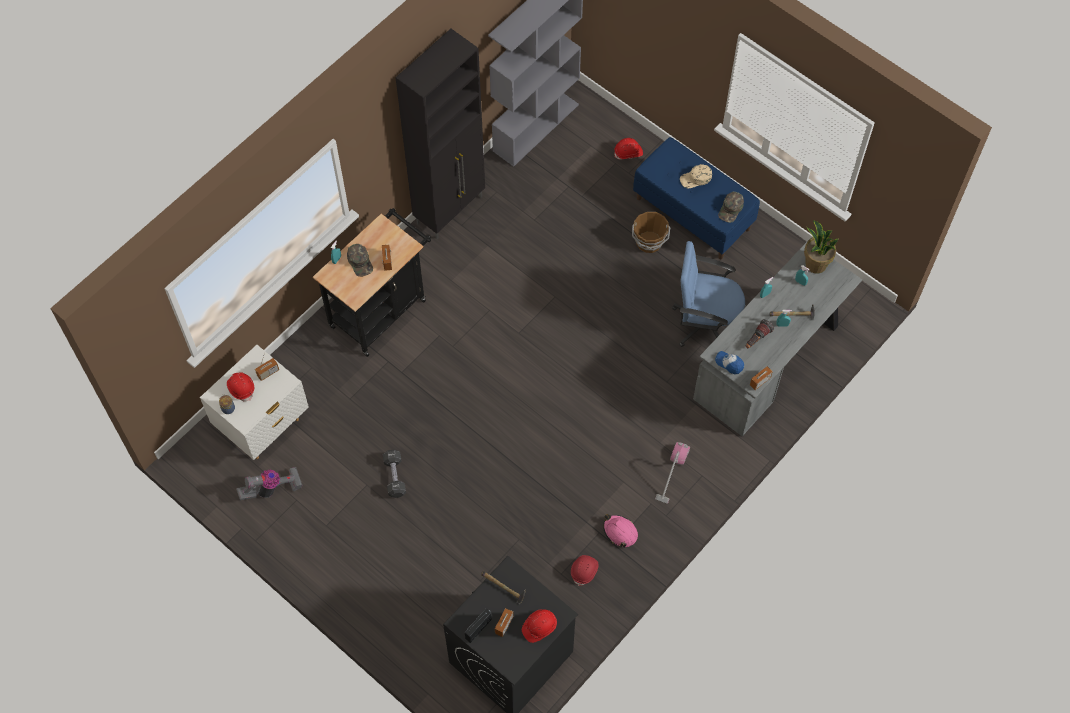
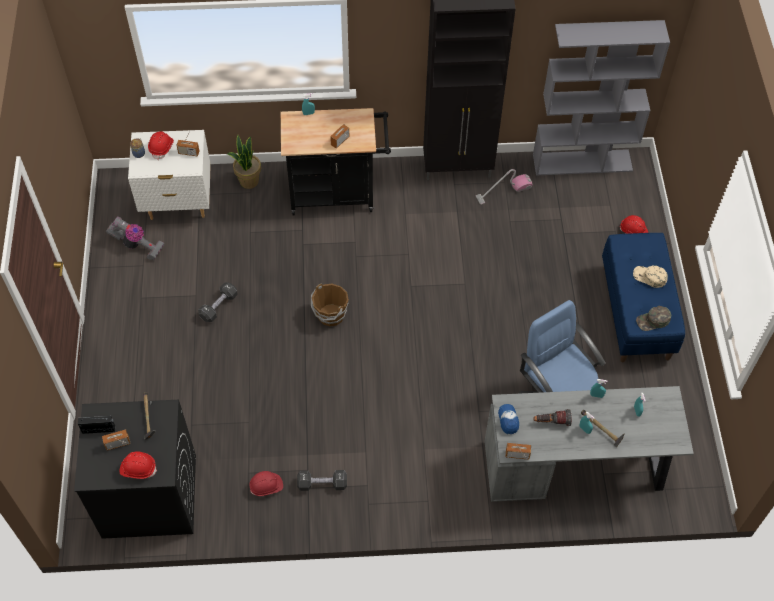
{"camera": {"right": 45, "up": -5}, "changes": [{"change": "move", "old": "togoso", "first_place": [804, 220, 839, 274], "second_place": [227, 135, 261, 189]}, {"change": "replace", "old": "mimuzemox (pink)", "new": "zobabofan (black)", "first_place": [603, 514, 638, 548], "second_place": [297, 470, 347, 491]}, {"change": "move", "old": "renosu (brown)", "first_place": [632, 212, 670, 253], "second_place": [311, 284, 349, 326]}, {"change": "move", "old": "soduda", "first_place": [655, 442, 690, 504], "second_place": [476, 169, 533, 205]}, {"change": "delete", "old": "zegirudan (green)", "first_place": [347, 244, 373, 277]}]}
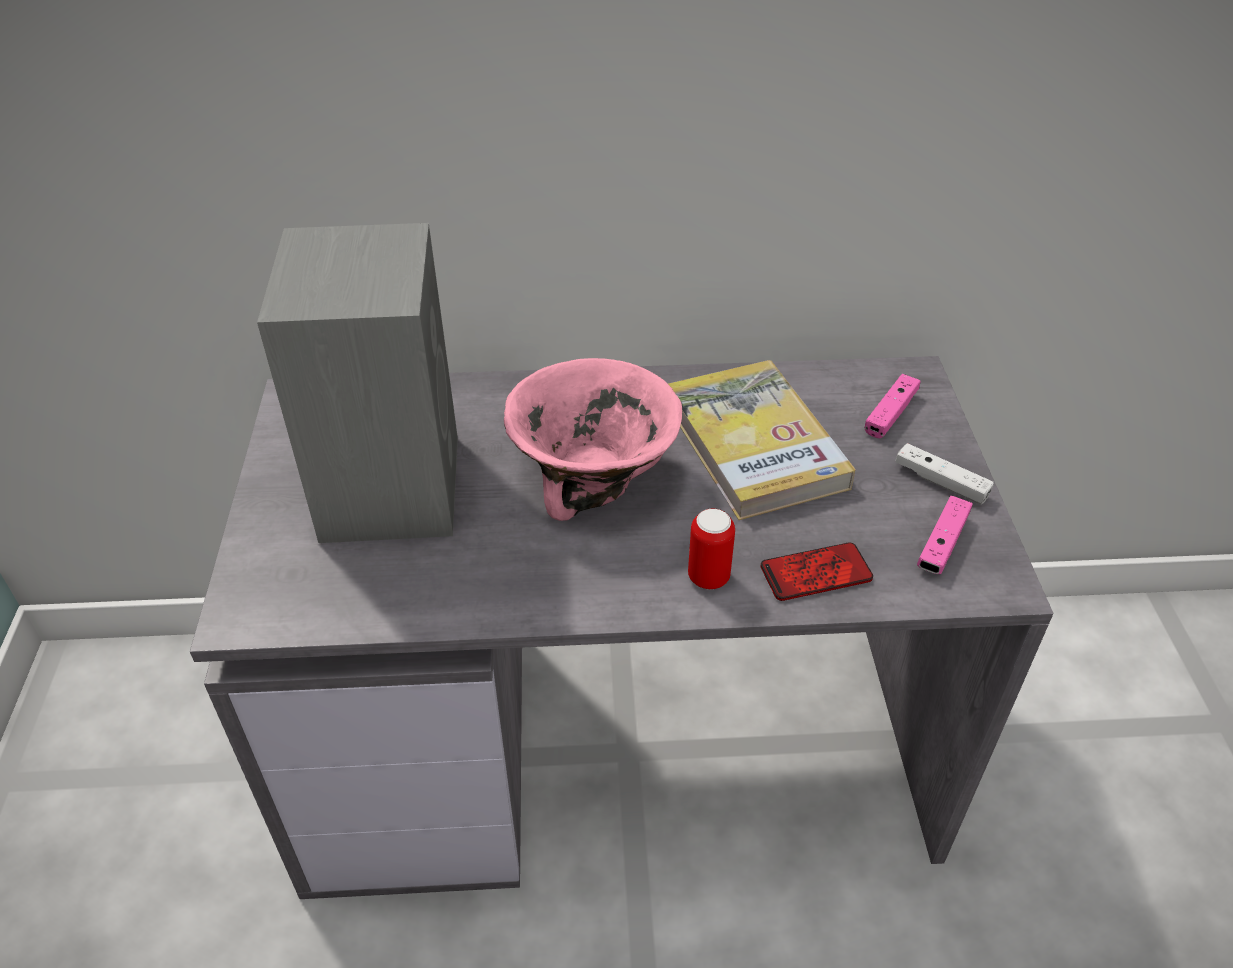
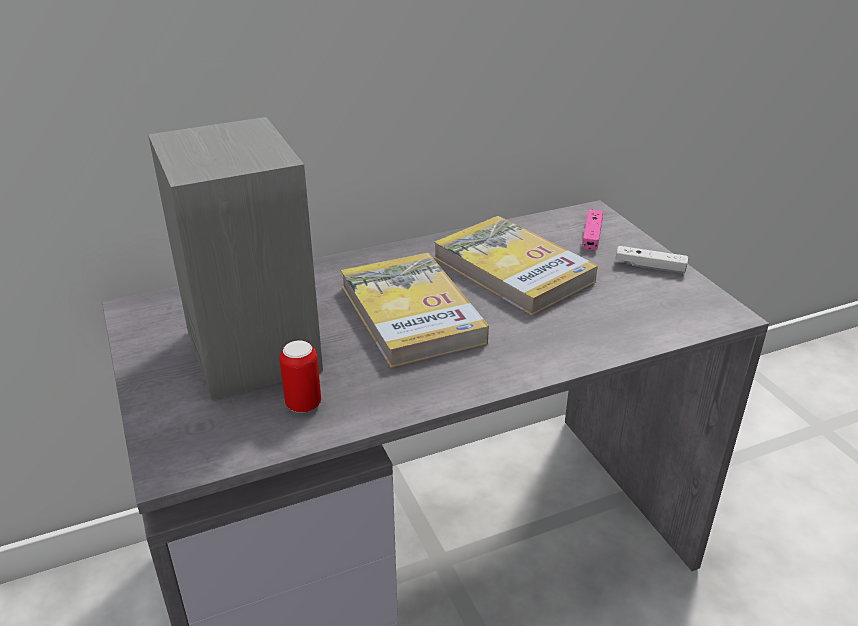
{"camera": {"right": -20, "up": -10}, "changes": [{"change": "move", "old": "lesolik", "first_place": [688, 508, 735, 589], "second_place": [279, 340, 321, 413]}, {"change": "replace", "old": "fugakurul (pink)", "new": "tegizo", "first_place": [504, 358, 682, 521], "second_place": [341, 253, 489, 368]}, {"change": "delete", "old": "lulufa", "first_place": [760, 542, 873, 601]}, {"change": "delete", "old": "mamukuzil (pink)", "first_place": [917, 496, 973, 574]}]}
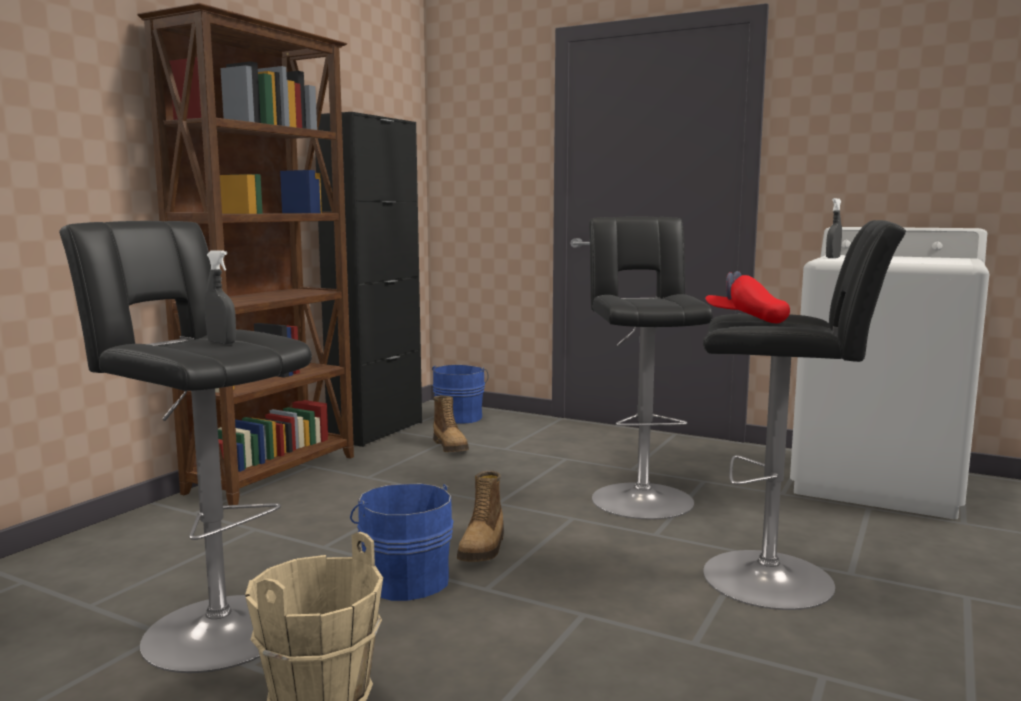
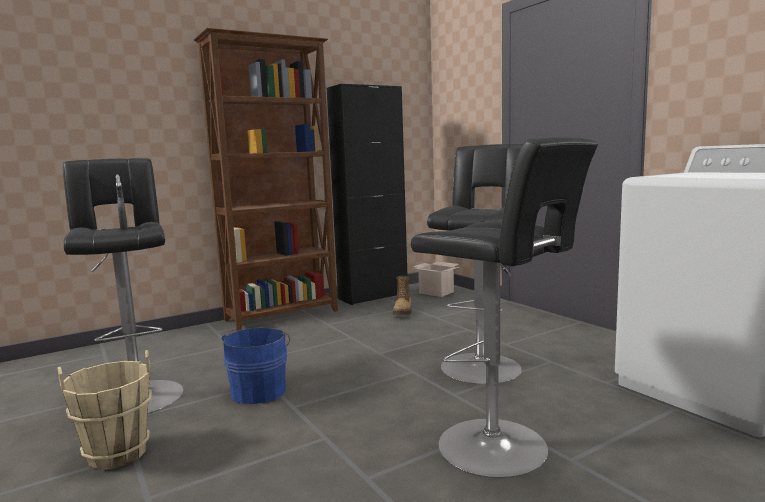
{"camera": {"right": 30, "up": 0}, "changes": [{"change": "replace", "old": "renosu (blue)", "new": "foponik", "first_place": [432, 365, 488, 424], "second_place": [412, 261, 459, 297]}, {"change": "delete", "old": "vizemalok", "first_place": [457, 471, 504, 562]}, {"change": "delete", "old": "zegirudan (red)", "first_place": [705, 271, 790, 323]}, {"change": "delete", "old": "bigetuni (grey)", "first_place": [826, 198, 842, 258]}]}
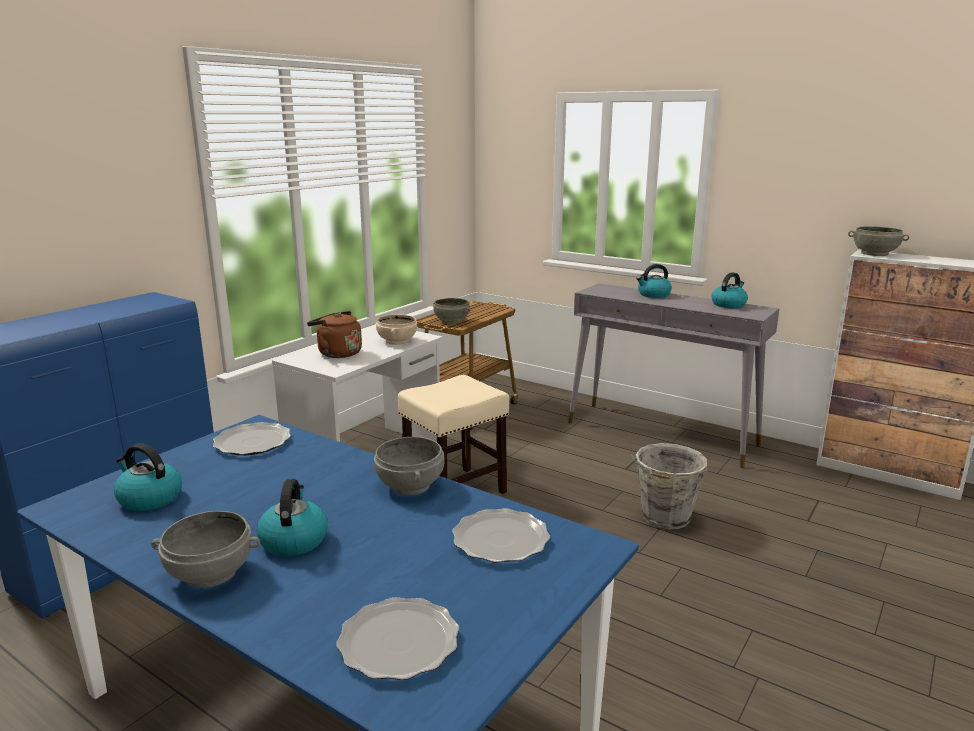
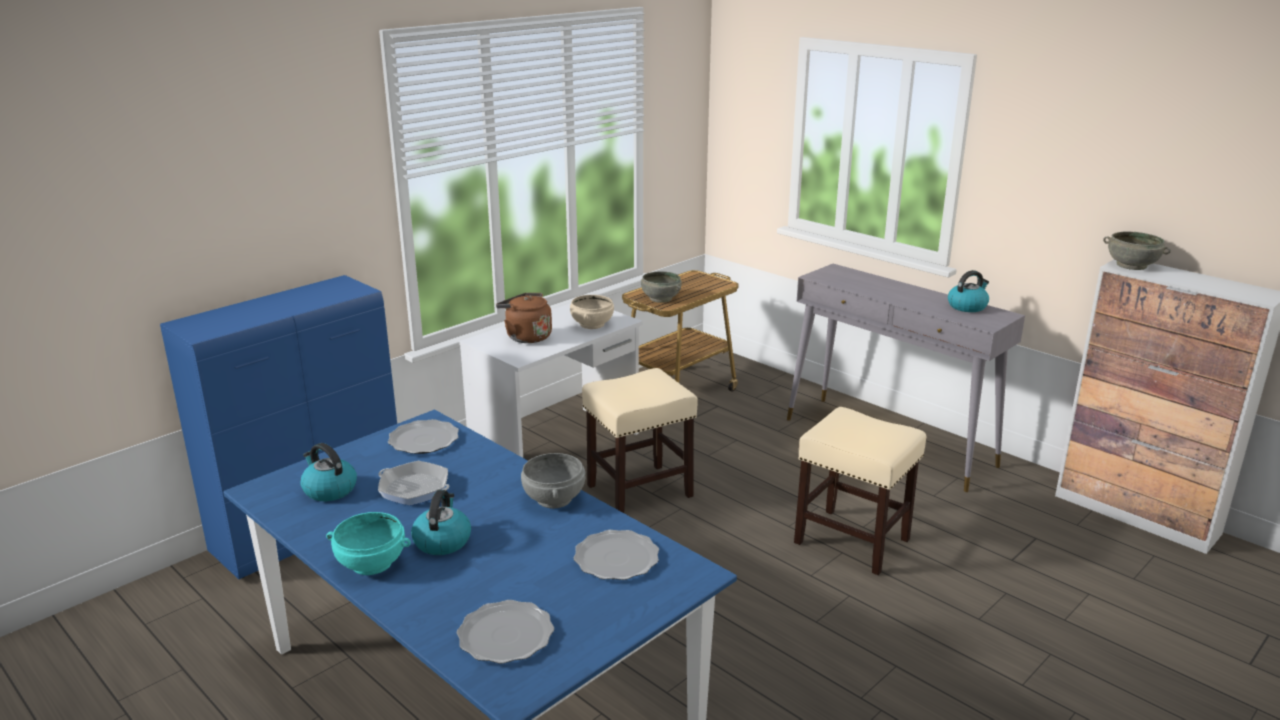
{"camera": {"right": 10, "up": 5}, "changes": [{"change": "recolor", "old": "fugakurul (grey)", "new": "fugakurul (turquoise)", "first_place": [151, 511, 260, 588], "second_place": [326, 512, 411, 575]}, {"change": "insert", "new": "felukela", "second_place": [378, 461, 449, 506]}, {"change": "replace", "old": "renosu (grey)", "new": "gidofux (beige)", "first_place": [631, 443, 708, 529], "second_place": [794, 407, 926, 575]}, {"change": "delete", "old": "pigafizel", "first_place": [636, 264, 672, 298]}]}
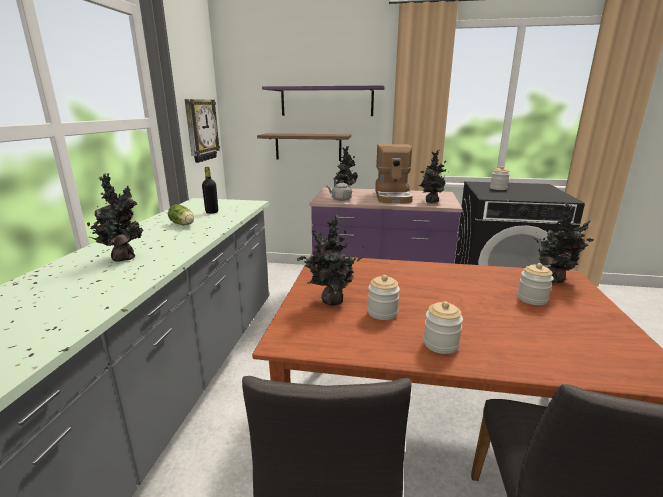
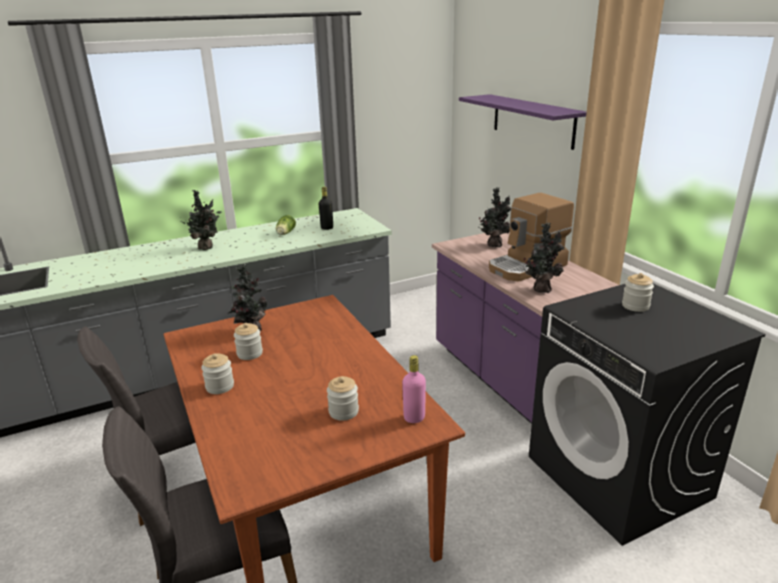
{"camera": {"right": 55, "up": 5}, "changes": [{"change": "replace", "old": "togoso", "new": "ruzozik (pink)", "first_place": [533, 202, 594, 283], "second_place": [402, 355, 426, 423]}, {"change": "delete", "old": "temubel", "first_place": [185, 99, 220, 163]}, {"change": "delete", "old": "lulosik", "first_place": [257, 133, 351, 161]}, {"change": "delete", "old": "pigafizel (grey)", "first_place": [327, 174, 352, 201]}]}
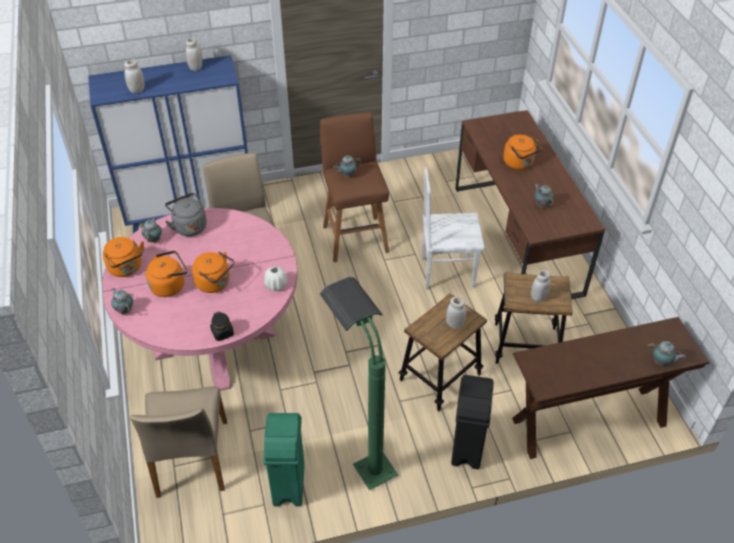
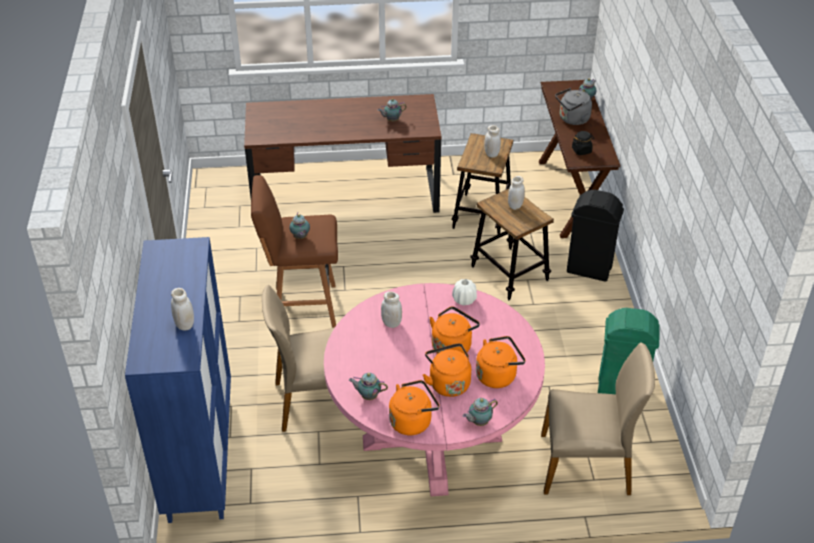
{"camera": {"right": -80, "up": -5}, "changes": [{"change": "move", "old": "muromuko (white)", "first_place": [186, 37, 202, 71], "second_place": [381, 291, 402, 328]}, {"change": "move", "old": "pigafizel (orange)", "first_place": [503, 135, 543, 170], "second_place": [476, 336, 526, 388]}, {"change": "move", "old": "pigafizel (grey)", "first_place": [165, 193, 207, 236], "second_place": [555, 88, 592, 125]}, {"change": "move", "old": "muromuko (black)", "first_place": [210, 312, 234, 341], "second_place": [572, 131, 594, 155]}, {"change": "delete", "old": "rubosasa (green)", "first_place": [320, 277, 398, 490]}, {"change": "delete", "old": "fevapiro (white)", "first_place": [422, 168, 485, 289]}]}
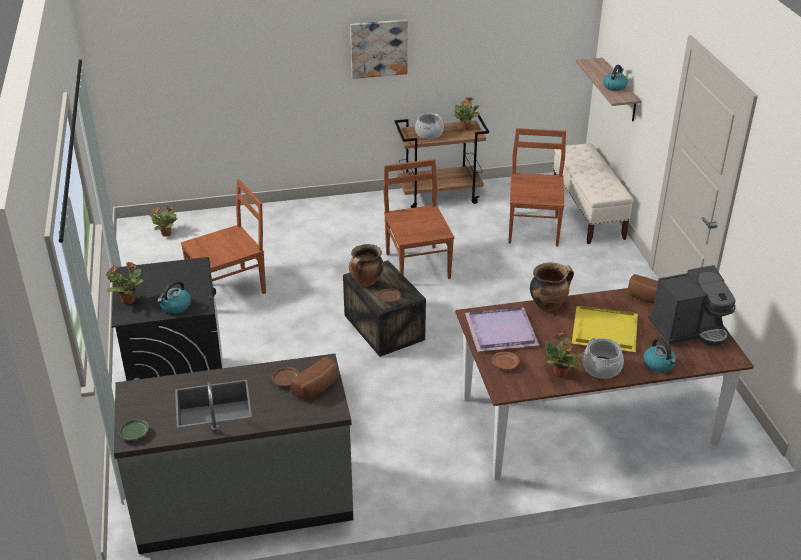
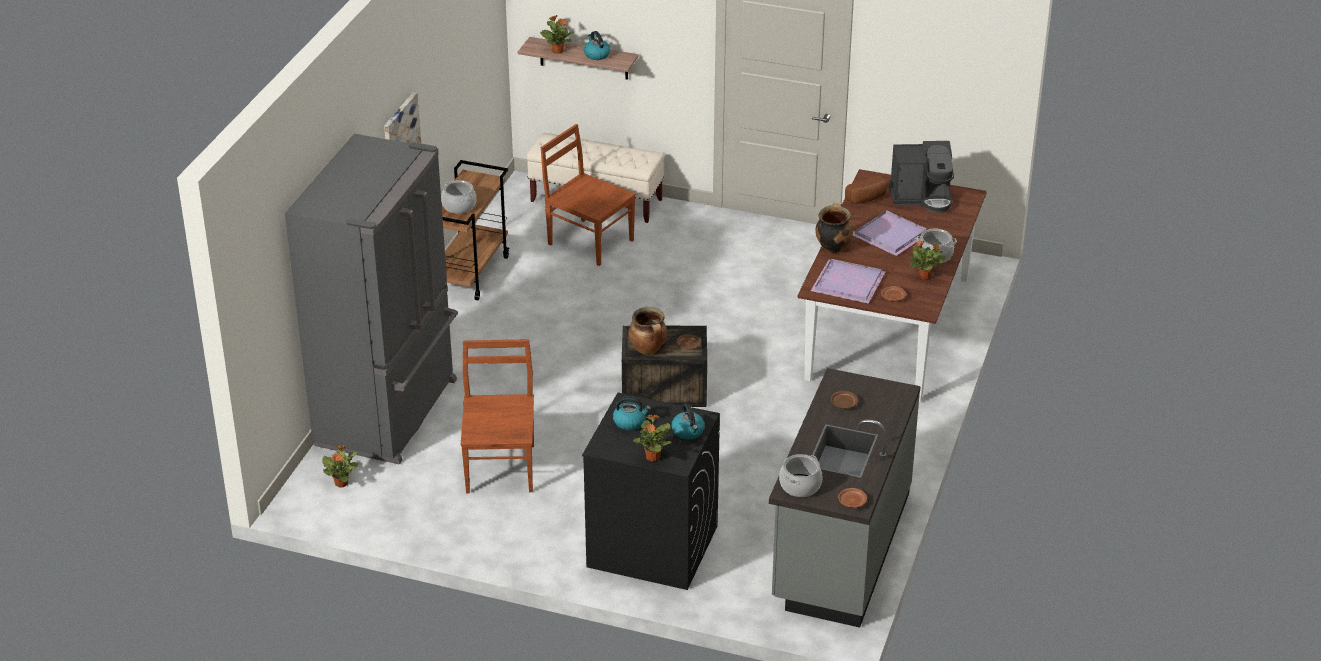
{"camera": {"right": -60, "up": 0}, "changes": [{"change": "insert", "new": "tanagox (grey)", "second_place": [285, 134, 458, 465]}, {"change": "move", "old": "togoso", "first_place": [454, 97, 480, 129], "second_place": [540, 15, 574, 54]}, {"change": "move", "old": "pigafizel", "first_place": [644, 338, 676, 372], "second_place": [613, 396, 651, 430]}, {"change": "insert", "new": "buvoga", "second_place": [779, 454, 823, 497]}, {"change": "recolor", "old": "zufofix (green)", "new": "zufofix (brown)", "first_place": [118, 419, 149, 440], "second_place": [838, 488, 867, 508]}, {"change": "recolor", "old": "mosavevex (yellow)", "new": "mosavevex (purple)", "first_place": [572, 305, 638, 352], "second_place": [853, 210, 927, 256]}, {"change": "rotate", "old": "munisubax", "first_place": [648, 265, 736, 347], "second_place": [889, 141, 954, 213], "degrees": 75}, {"change": "delete", "old": "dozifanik", "first_place": [291, 357, 339, 400]}, {"change": "delete", "old": "fevapiro (brown)", "first_place": [384, 159, 454, 279]}]}
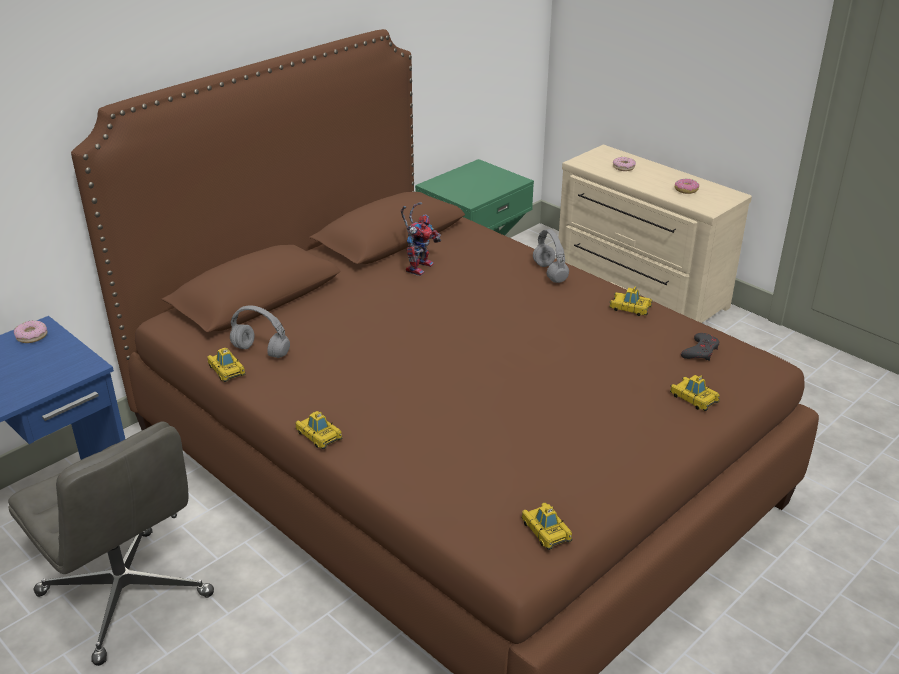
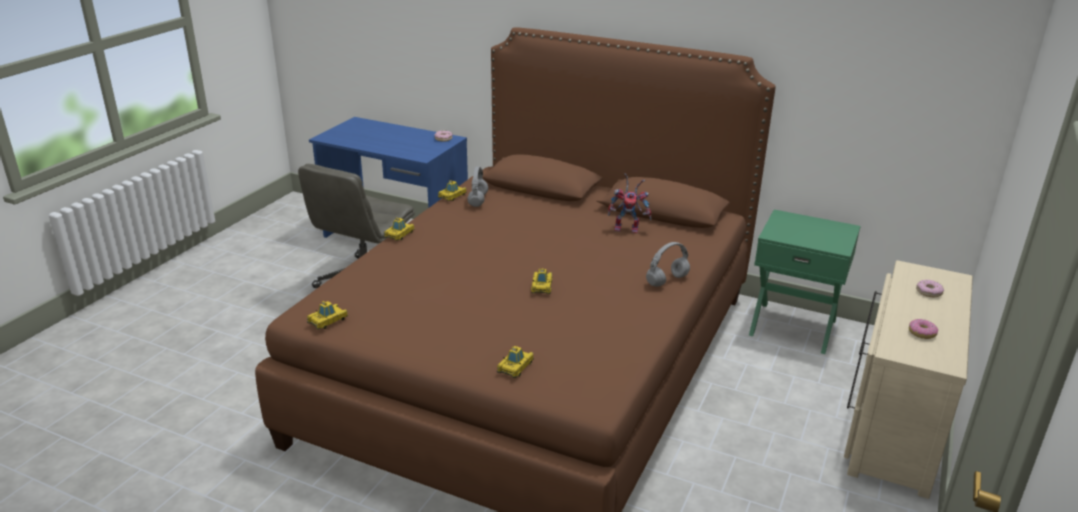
{"camera": {"right": 70, "up": -5}, "changes": [{"change": "move", "old": "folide", "first_place": [609, 287, 652, 316], "second_place": [531, 269, 552, 294]}, {"change": "delete", "old": "mamukuzil (grey)", "first_place": [681, 333, 720, 361]}]}
